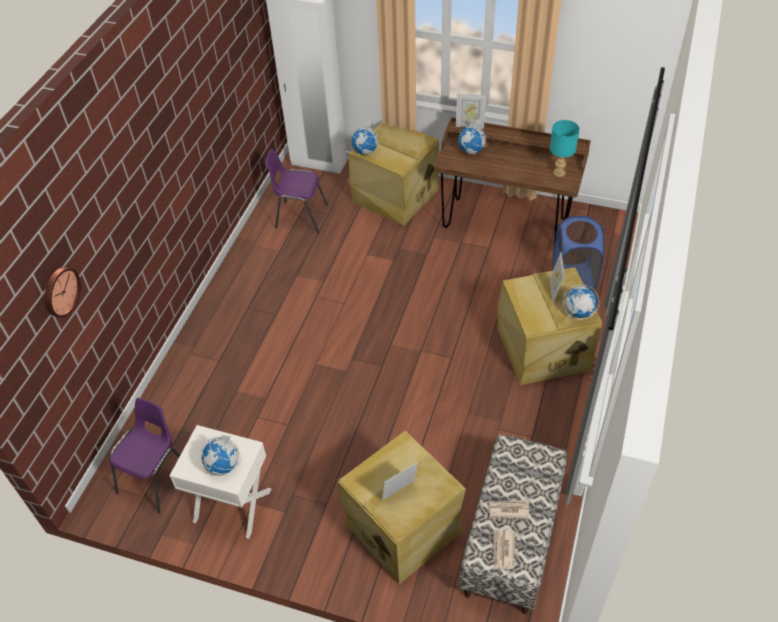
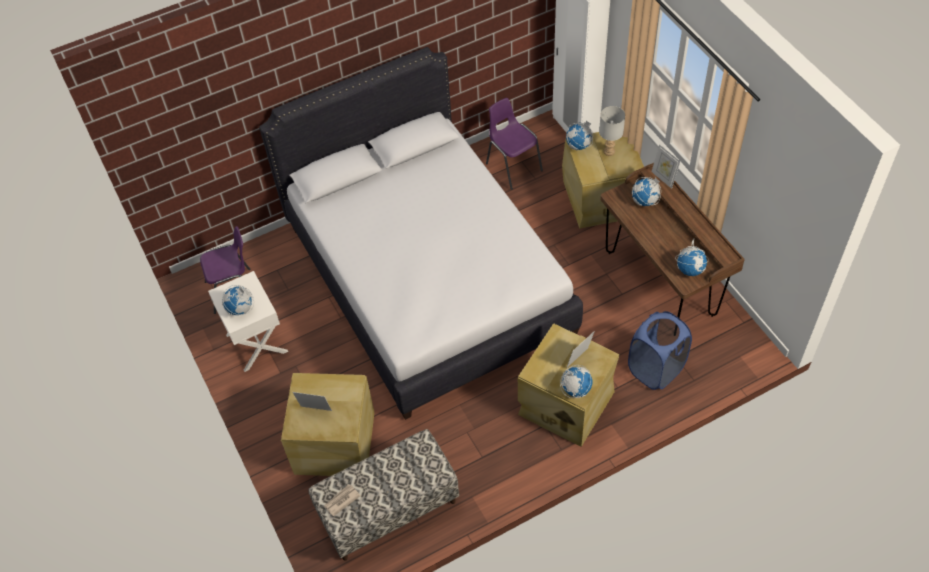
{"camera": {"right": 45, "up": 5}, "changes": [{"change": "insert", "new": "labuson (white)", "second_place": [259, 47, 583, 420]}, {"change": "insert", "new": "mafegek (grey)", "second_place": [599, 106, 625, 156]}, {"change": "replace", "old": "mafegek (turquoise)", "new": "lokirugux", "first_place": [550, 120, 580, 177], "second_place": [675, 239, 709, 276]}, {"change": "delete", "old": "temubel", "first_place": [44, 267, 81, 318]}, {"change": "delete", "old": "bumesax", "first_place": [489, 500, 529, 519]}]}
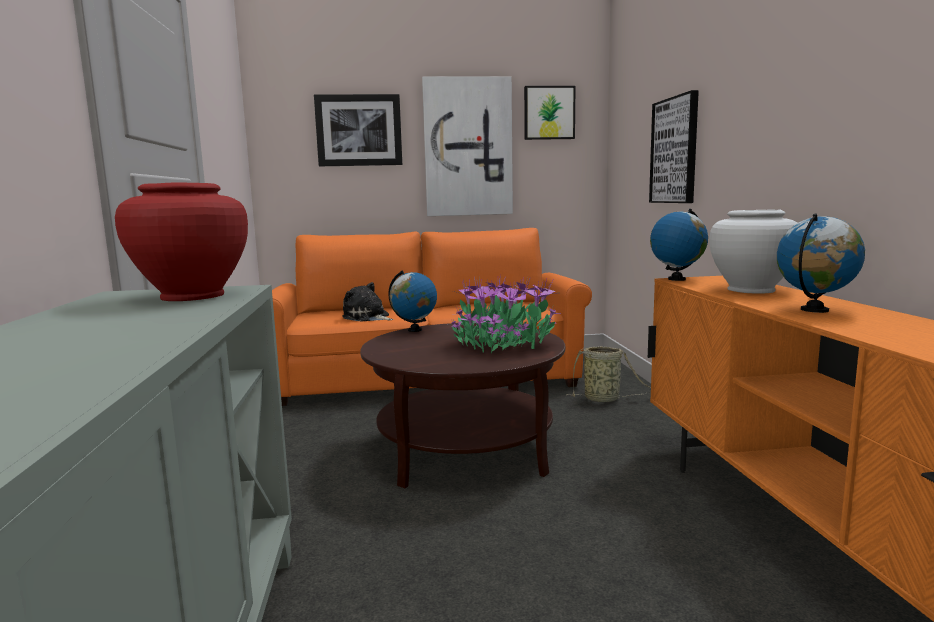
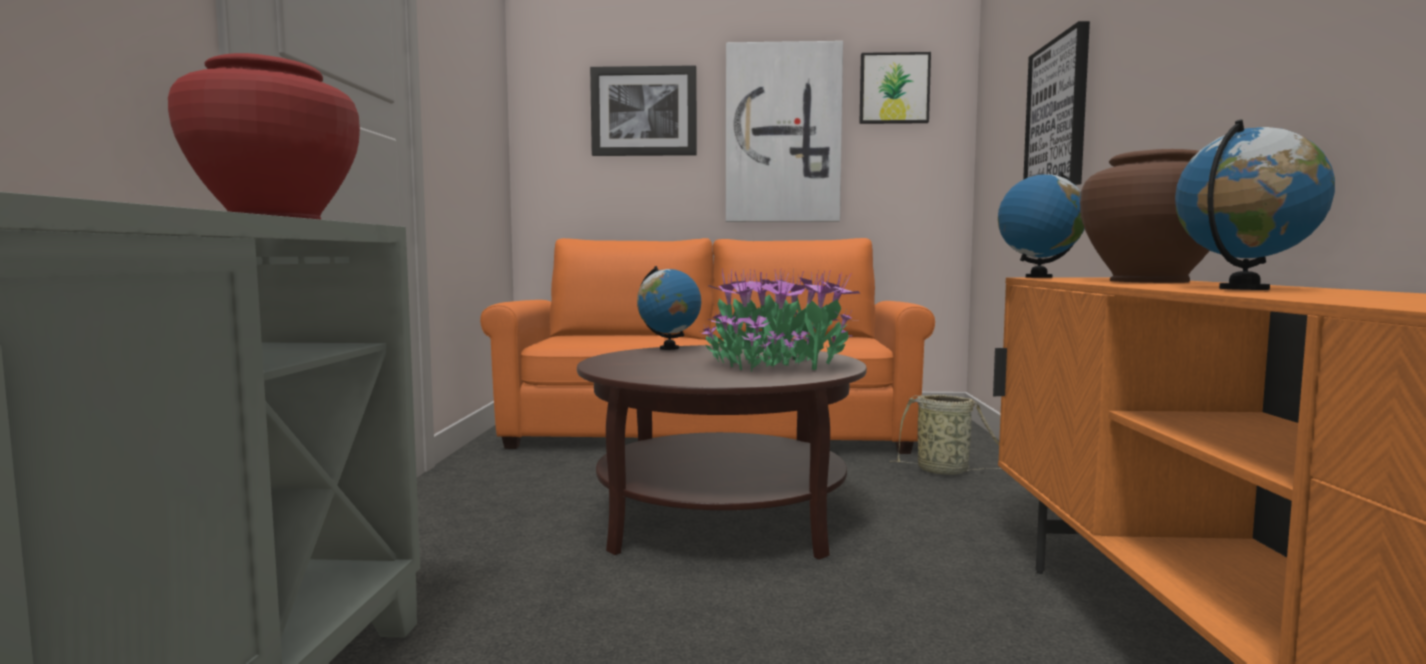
{"camera": {"right": 10, "up": -5}, "changes": [{"change": "recolor", "old": "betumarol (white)", "new": "betumarol (brown)", "first_place": [709, 210, 797, 294], "second_place": [1080, 149, 1210, 283]}, {"change": "delete", "old": "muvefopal", "first_place": [342, 282, 393, 322]}]}
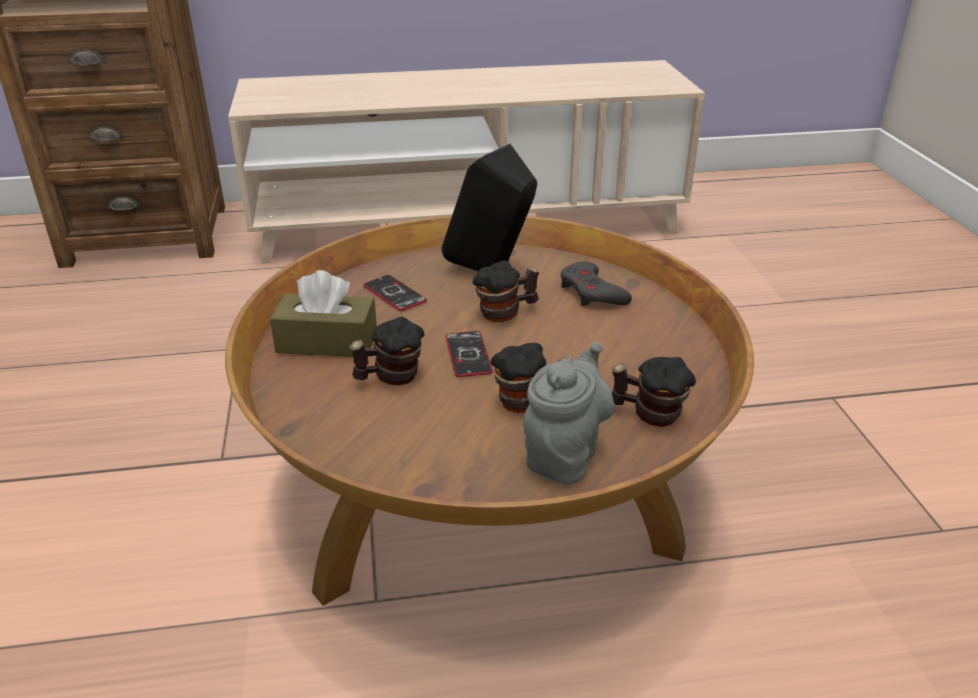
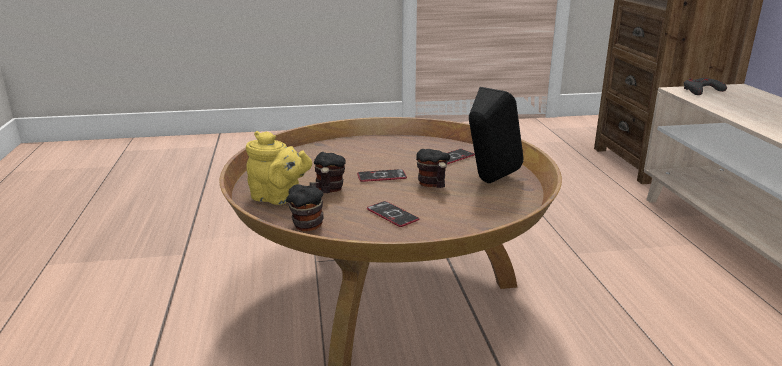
{"camera": {"right": 90, "up": -10}, "changes": [{"change": "recolor", "old": "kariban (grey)", "new": "kariban (yellow)", "first_place": [523, 342, 614, 485], "second_place": [246, 131, 312, 205]}, {"change": "insert", "new": "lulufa", "second_place": [367, 201, 419, 227]}, {"change": "move", "old": "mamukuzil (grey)", "first_place": [560, 261, 632, 306], "second_place": [684, 78, 727, 95]}, {"change": "delete", "old": "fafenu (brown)", "first_place": [270, 270, 377, 357]}, {"change": "delete", "old": "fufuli", "first_place": [350, 317, 425, 386]}]}
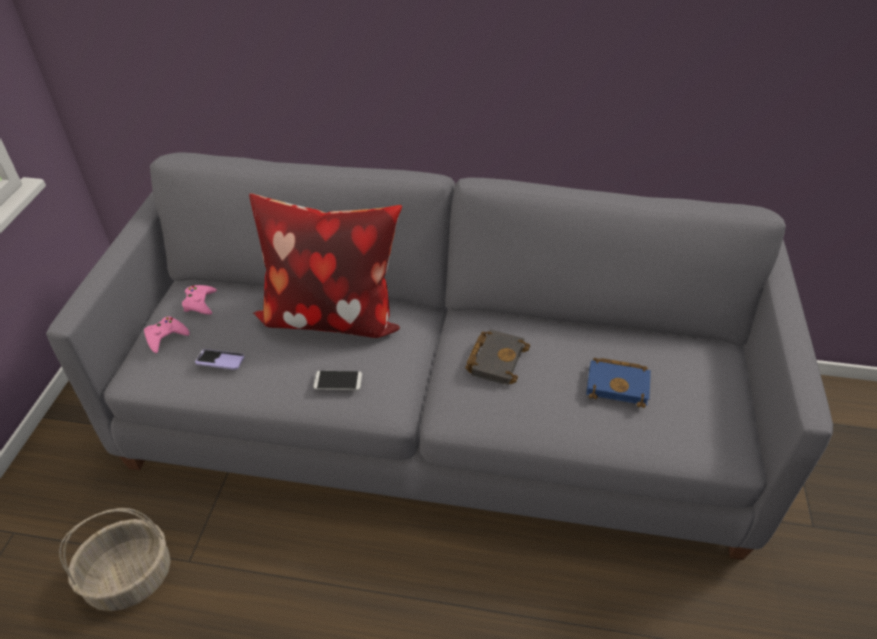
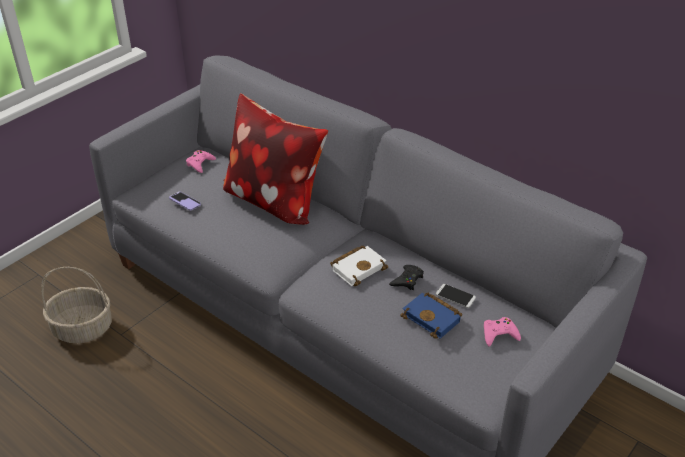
{"camera": {"right": 30, "up": -5}, "changes": [{"change": "recolor", "old": "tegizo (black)", "new": "tegizo (white)", "first_place": [465, 330, 530, 385], "second_place": [330, 246, 388, 286]}, {"change": "insert", "new": "mamukuzil (black)", "second_place": [389, 265, 424, 290]}, {"change": "move", "old": "lulufa", "first_place": [313, 371, 362, 390], "second_place": [436, 284, 476, 308]}, {"change": "move", "old": "mamukuzil (pink)", "first_place": [144, 316, 190, 353], "second_place": [484, 317, 521, 347]}]}
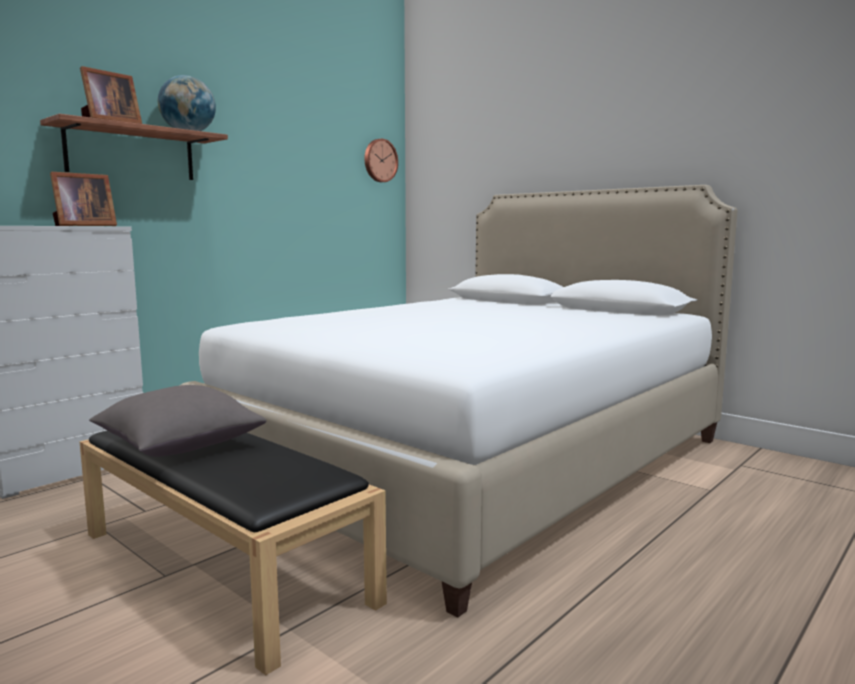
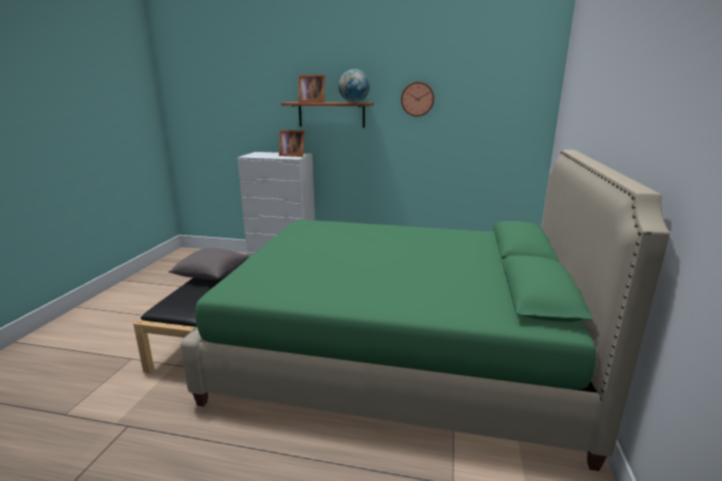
{"camera": {"right": 60, "up": 10}, "changes": [{"change": "recolor", "old": "labuson (white)", "new": "labuson (green)", "first_place": [179, 185, 737, 618], "second_place": [180, 150, 670, 471]}, {"change": "move", "old": "temubel", "first_place": [364, 139, 398, 182], "second_place": [401, 82, 434, 117]}]}
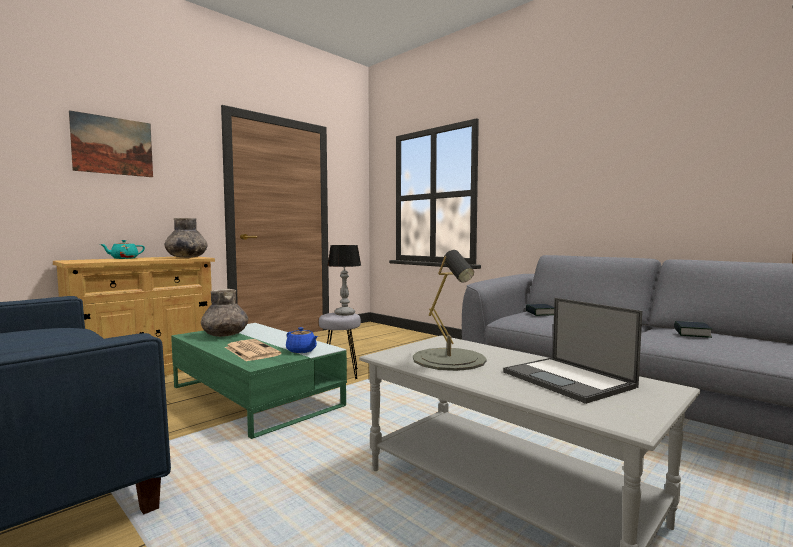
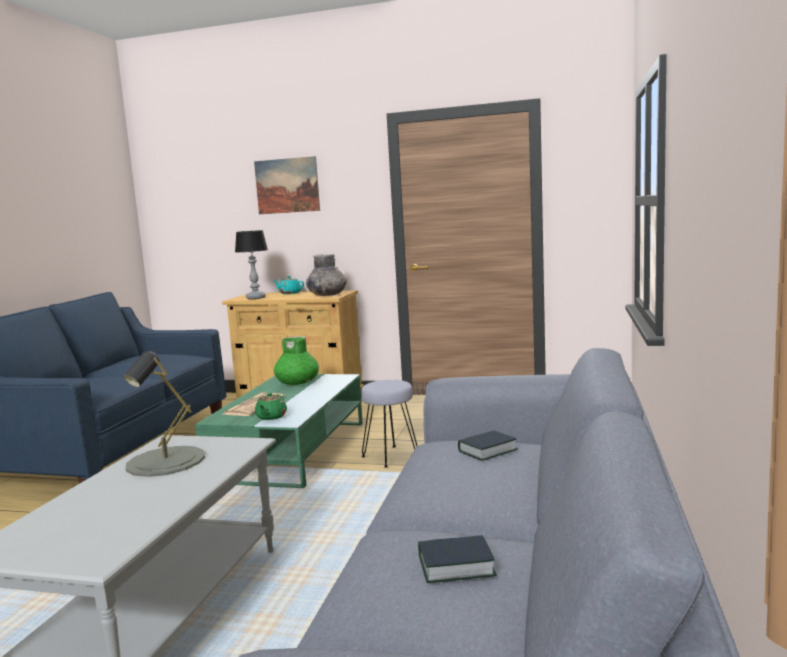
{"camera": {"right": 60, "up": 5}, "changes": [{"change": "move", "old": "mafegek", "first_place": [327, 245, 361, 316], "second_place": [235, 230, 268, 299]}, {"change": "recolor", "old": "kariban (blue)", "new": "kariban (green)", "first_place": [286, 327, 318, 353], "second_place": [255, 393, 287, 420]}, {"change": "recolor", "old": "betumarol (grey)", "new": "betumarol (green)", "first_place": [201, 289, 248, 337], "second_place": [274, 336, 319, 385]}, {"change": "delete", "old": "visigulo", "first_place": [503, 298, 642, 404]}]}
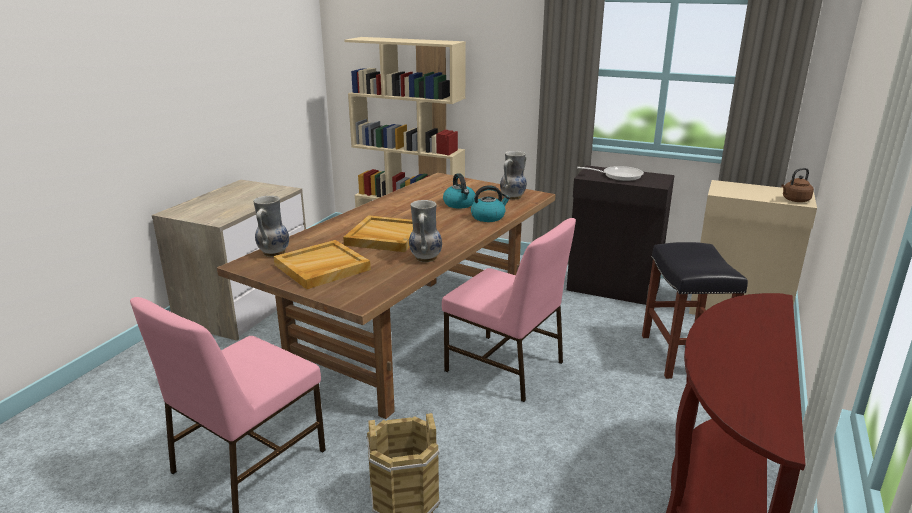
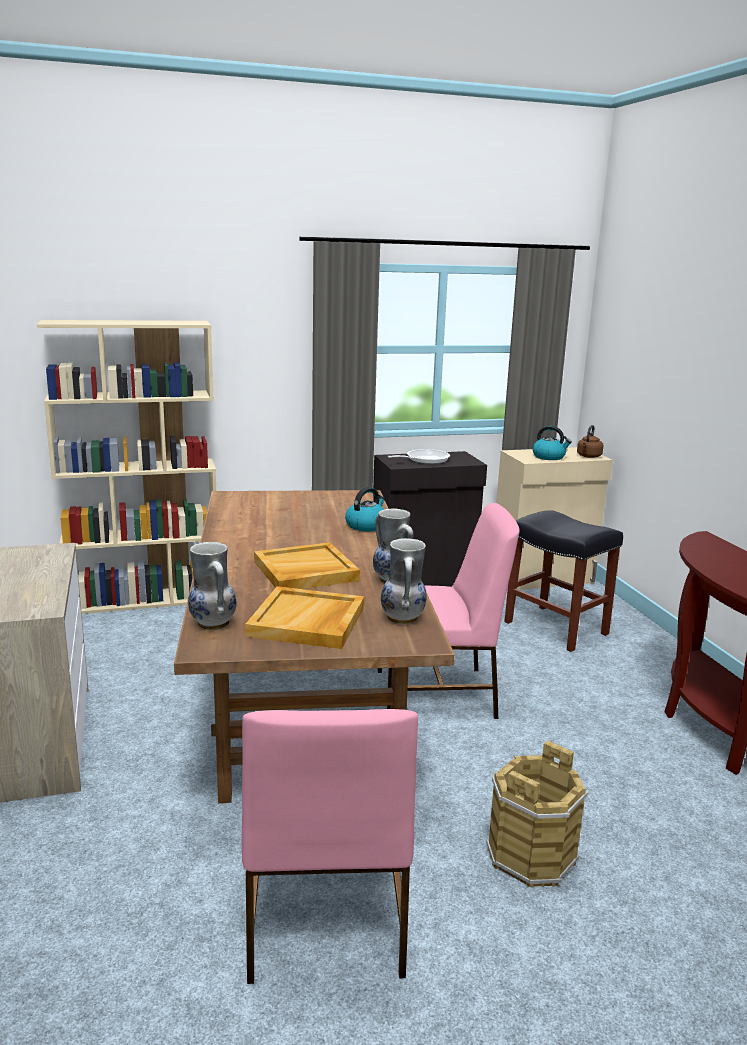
{"camera": {"right": -40, "up": -5}, "changes": [{"change": "move", "old": "betumarol", "first_place": [500, 151, 527, 200], "second_place": [381, 538, 427, 624]}, {"change": "move", "old": "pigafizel", "first_place": [443, 173, 475, 208], "second_place": [533, 426, 572, 460]}]}
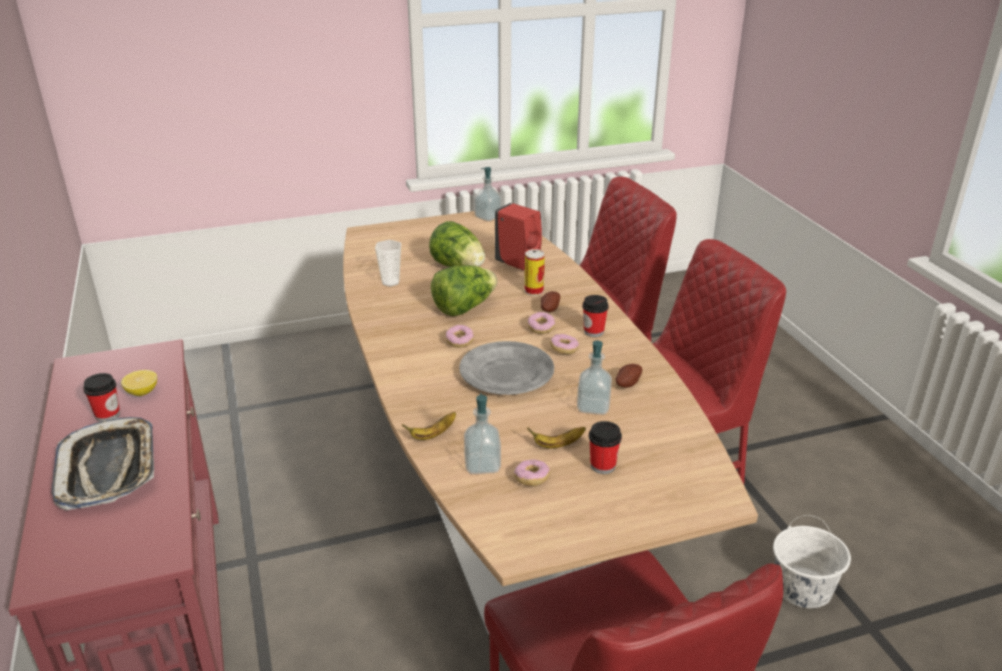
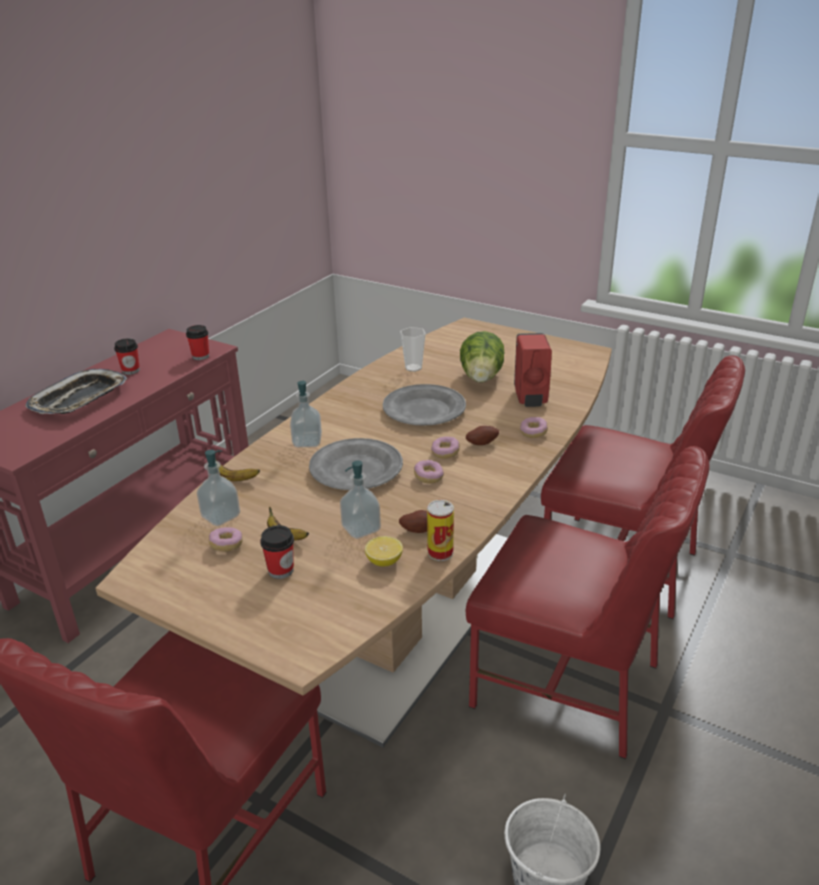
{"camera": {"right": 50, "up": 0}, "changes": [{"change": "move", "old": "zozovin", "first_place": [582, 295, 609, 337], "second_place": [186, 325, 209, 360]}, {"change": "move", "old": "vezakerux", "first_place": [474, 167, 502, 221], "second_place": [290, 381, 322, 447]}, {"change": "move", "old": "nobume", "first_place": [121, 370, 157, 396], "second_place": [365, 536, 403, 567]}, {"change": "replace", "old": "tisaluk", "new": "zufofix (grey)", "first_place": [431, 265, 498, 316], "second_place": [383, 384, 466, 426]}, {"change": "move", "old": "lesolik", "first_place": [525, 249, 545, 296], "second_place": [427, 500, 454, 561]}, {"change": "move", "old": "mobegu", "first_place": [445, 325, 474, 348], "second_place": [520, 417, 548, 438]}]}
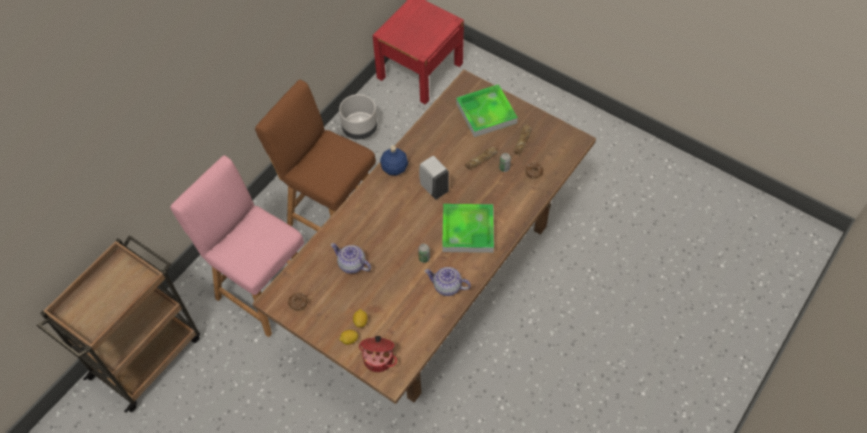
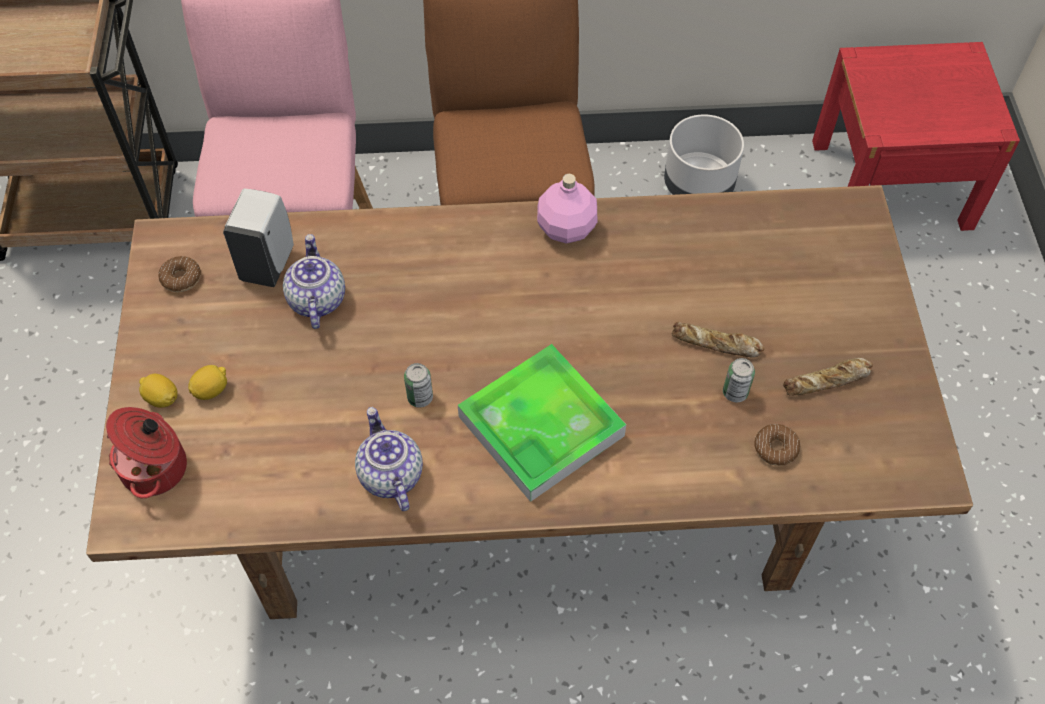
{"camera": {"right": 50, "up": 0}, "changes": [{"change": "move", "old": "vezakerux (white)", "first_place": [419, 156, 449, 200], "second_place": [223, 189, 294, 287]}, {"change": "recolor", "old": "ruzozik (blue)", "new": "ruzozik (pink)", "first_place": [380, 146, 408, 176], "second_place": [537, 174, 597, 244]}, {"change": "delete", "old": "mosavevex", "first_place": [456, 84, 518, 137]}]}
